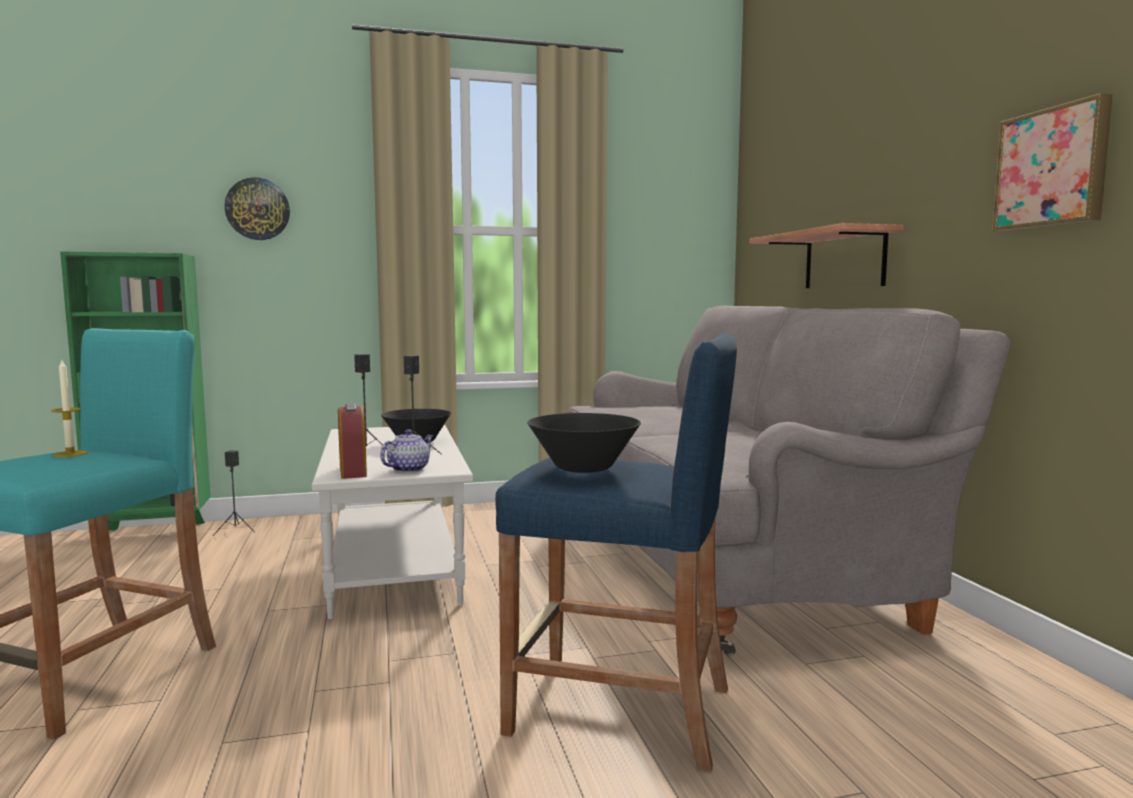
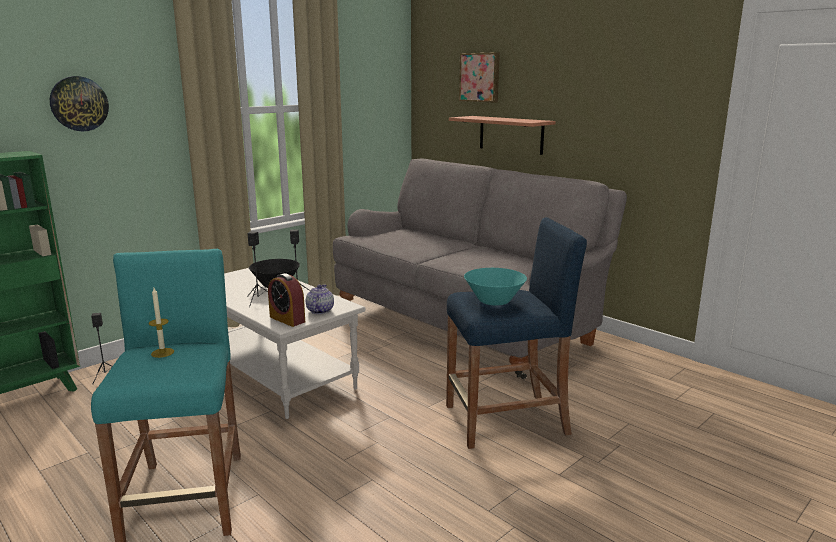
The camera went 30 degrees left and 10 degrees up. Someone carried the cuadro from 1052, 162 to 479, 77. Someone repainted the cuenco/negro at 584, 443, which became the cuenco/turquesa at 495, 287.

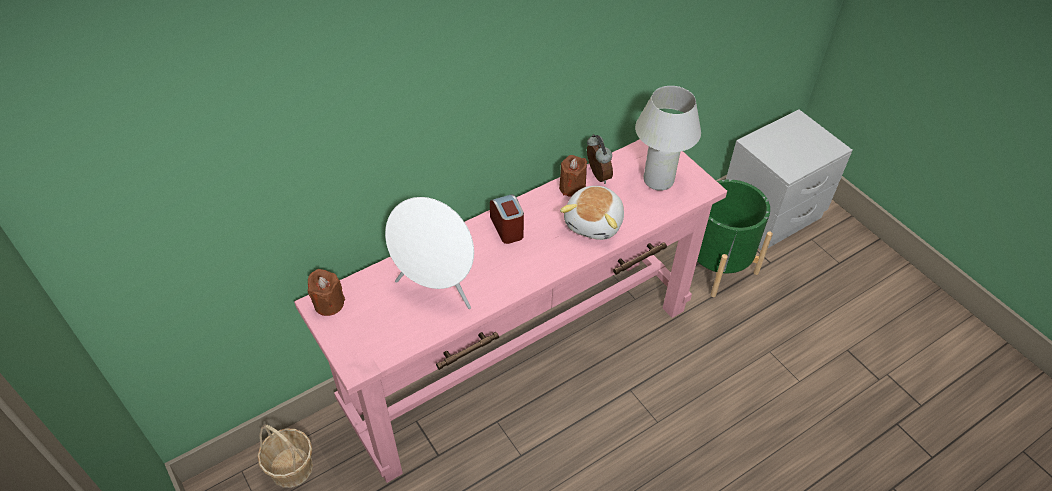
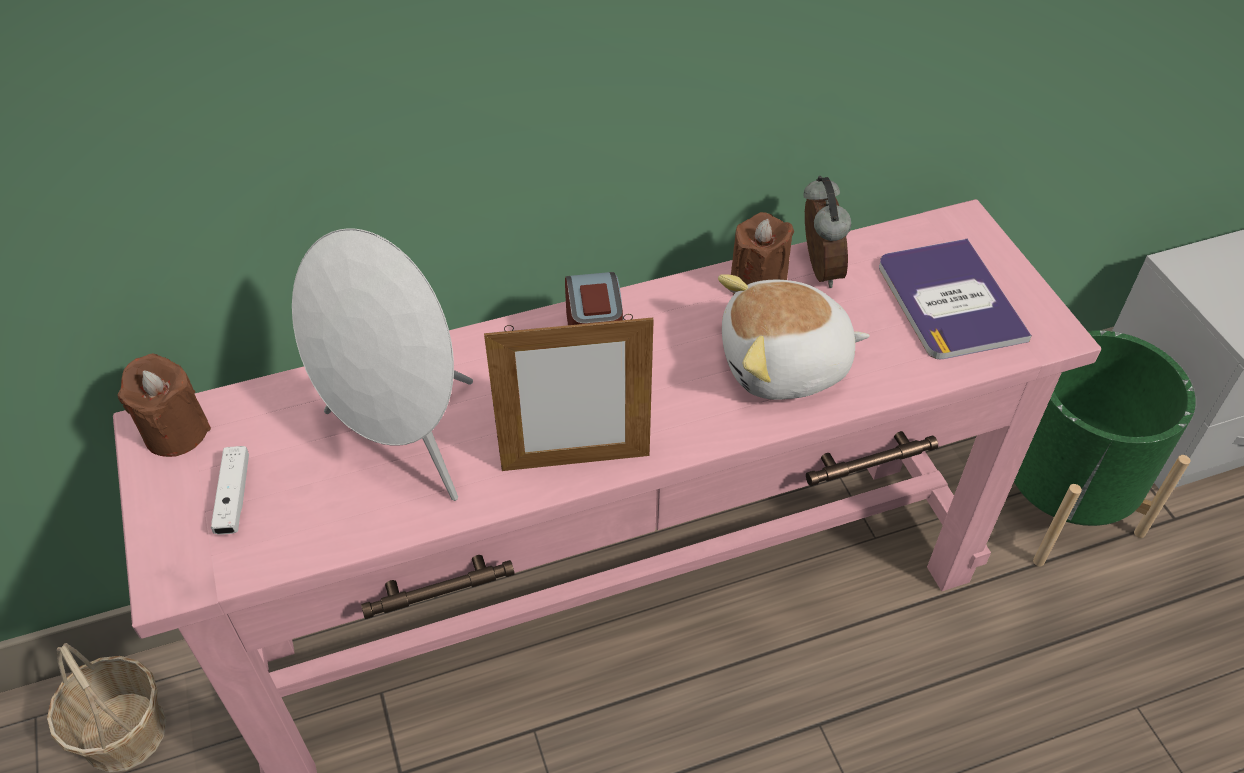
The camera went 15 degrees right and 0 degrees up. Someone swapped the lámpara de mesa/blanco at 668, 138 for the libro at 955, 299. Someone rotated the peluche at 592, 213 by 45 degrees clockwise. Someone put down the portarretratos at 569, 392. Someone put down the mando de consola/blanco at 230, 490.

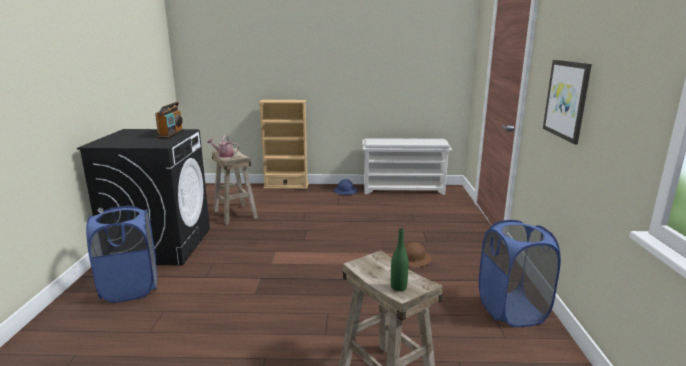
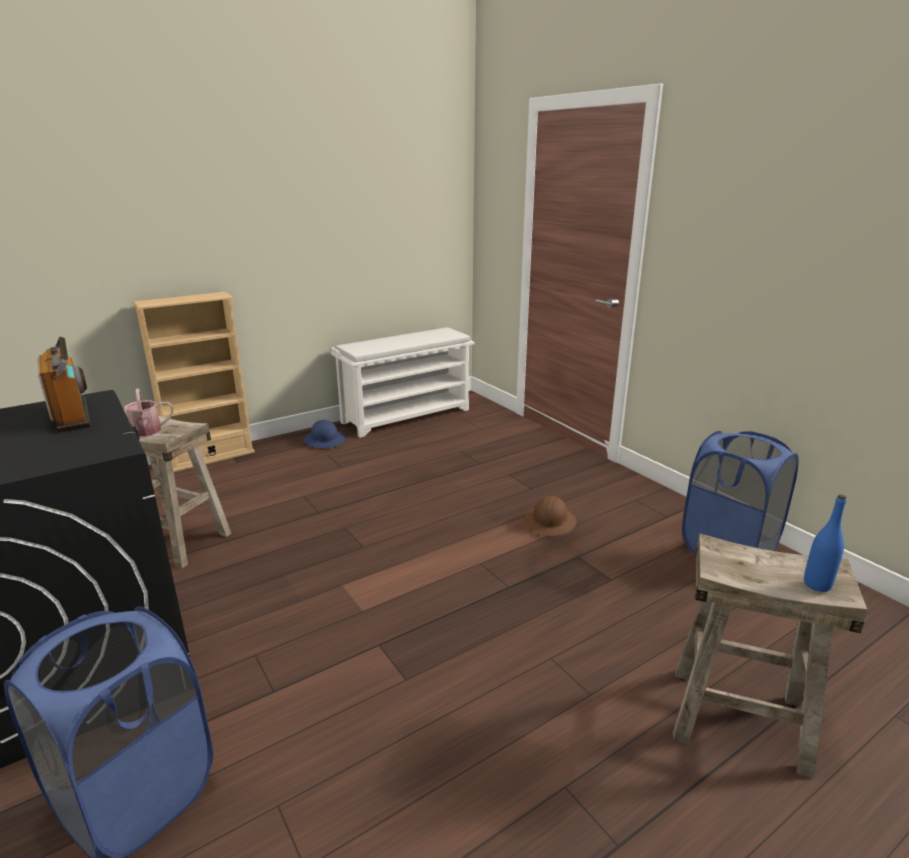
The camera went 35 degrees left and 5 degrees up. Someone took away the cuadro at 567, 102. Someone repainted the botella/verde at 400, 259, which became the botella/azul at 825, 543.

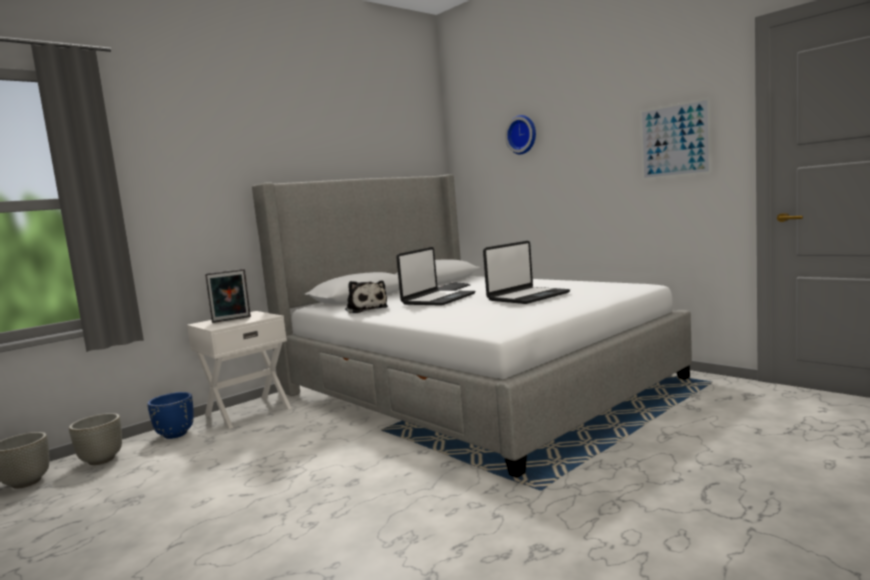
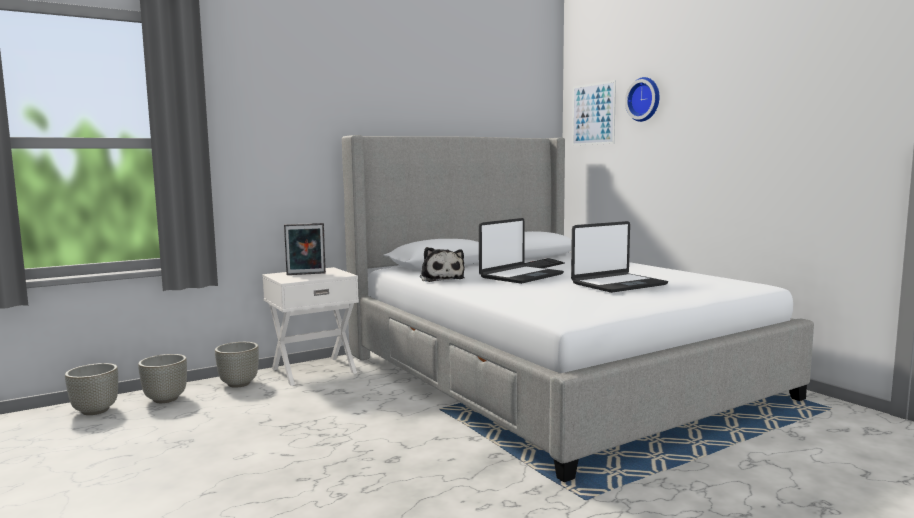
The camera went 10 degrees right and 0 degrees up. Someone carried the cuadro from 676, 138 to 594, 112. Someone repainted the maceta/azul at 170, 415, which became the maceta/gris at 237, 365.

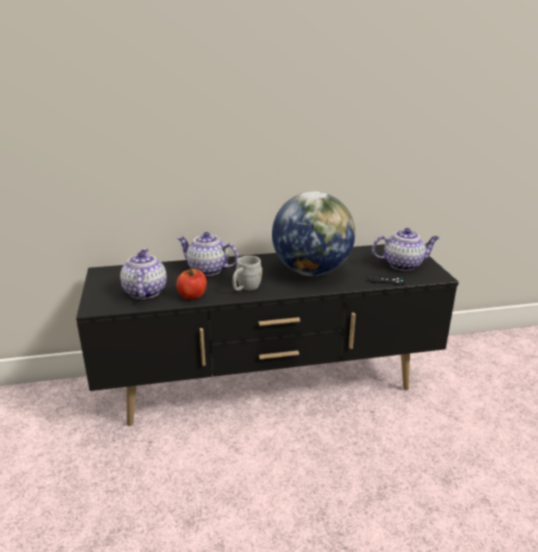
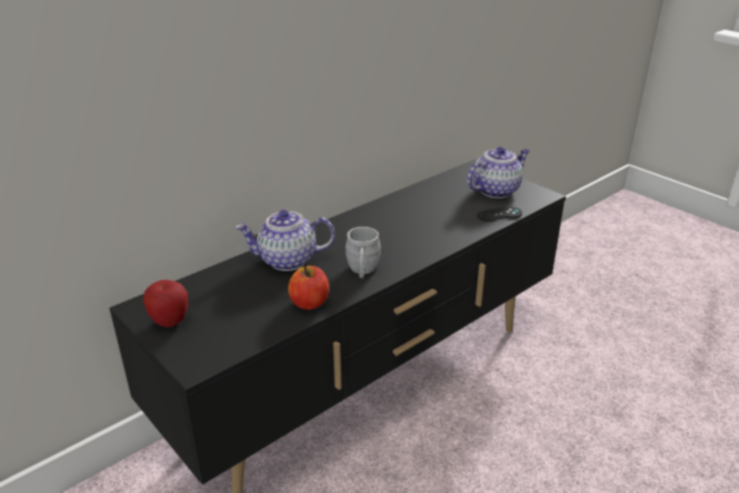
The camera went 30 degrees left and 5 degrees up. Someone took away the globo terráqueo at 313, 234. Someone took away the tetera at 143, 273. Someone put down the manzana at 165, 303.

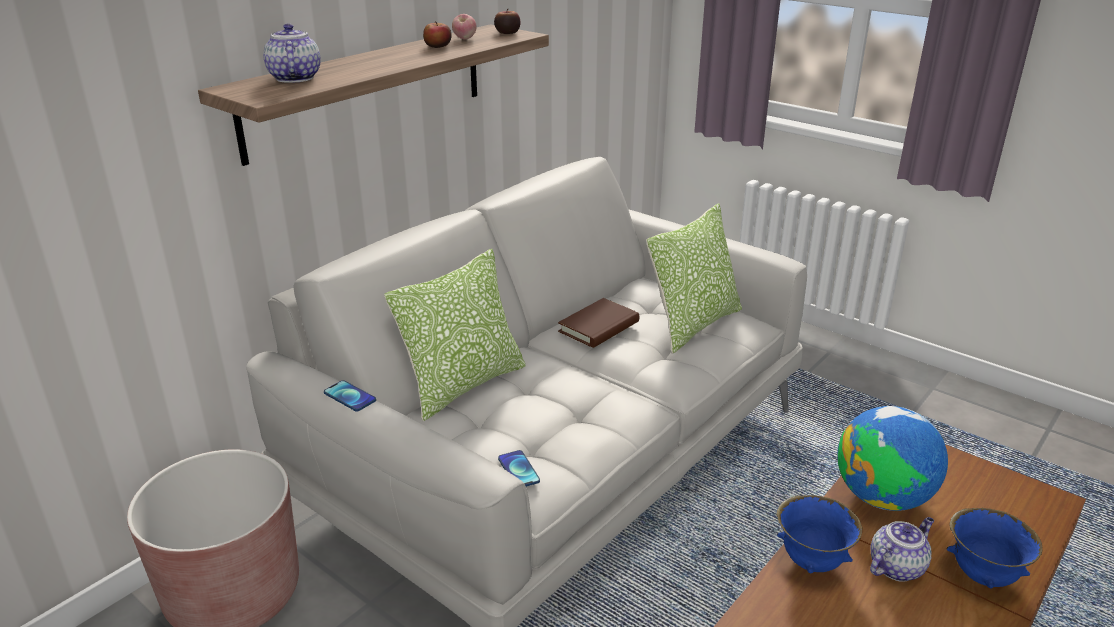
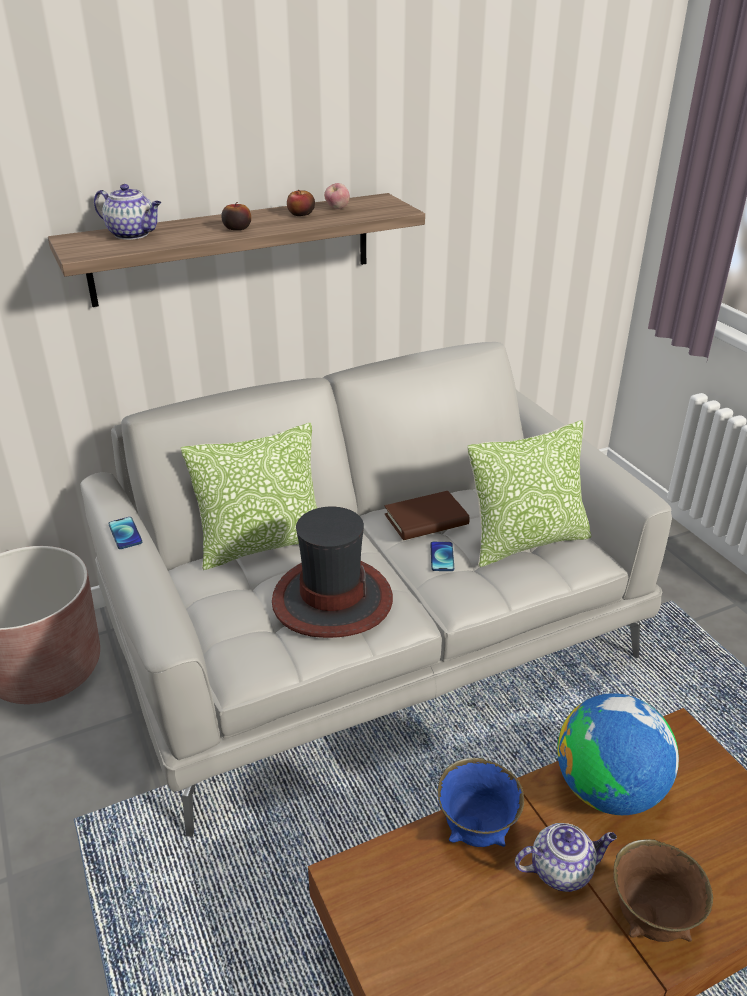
The camera went 25 degrees right and 5 degrees up. Someone carried the manzana from 507, 21 to 236, 216. Someone rotated the tetera at 292, 53 by 105 degrees clockwise. Someone carried the móvil from 519, 468 to 442, 556. Someone repainted the cuenco/azul at 995, 548, which became the cuenco/marrón at 663, 890. Someone put down the sombrero at 332, 572.

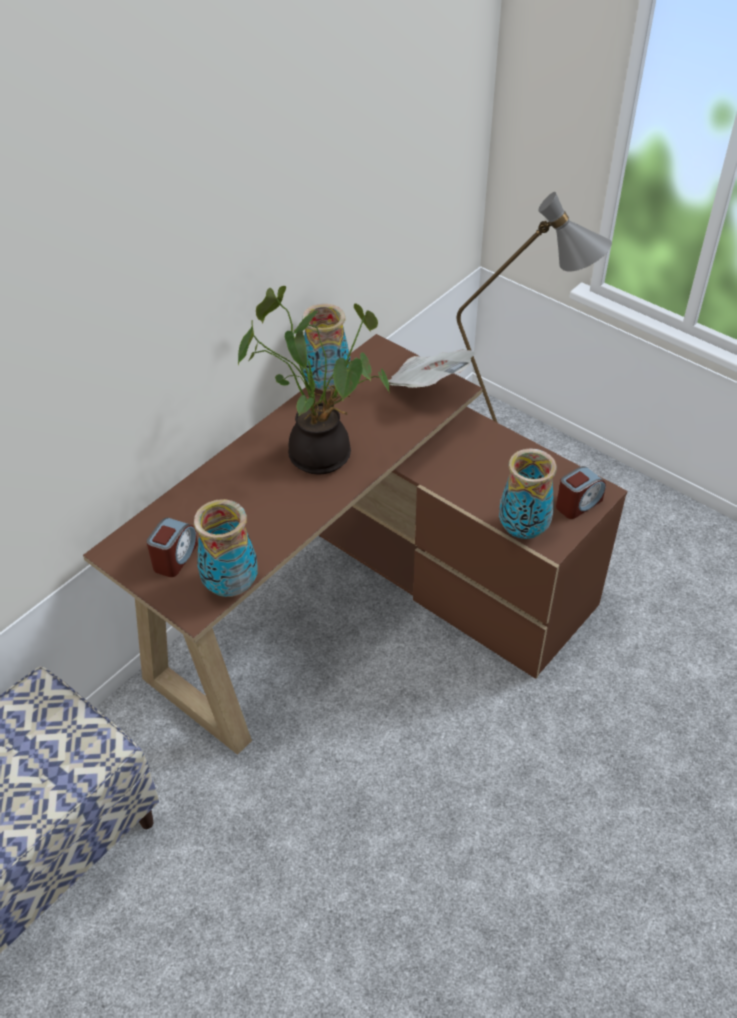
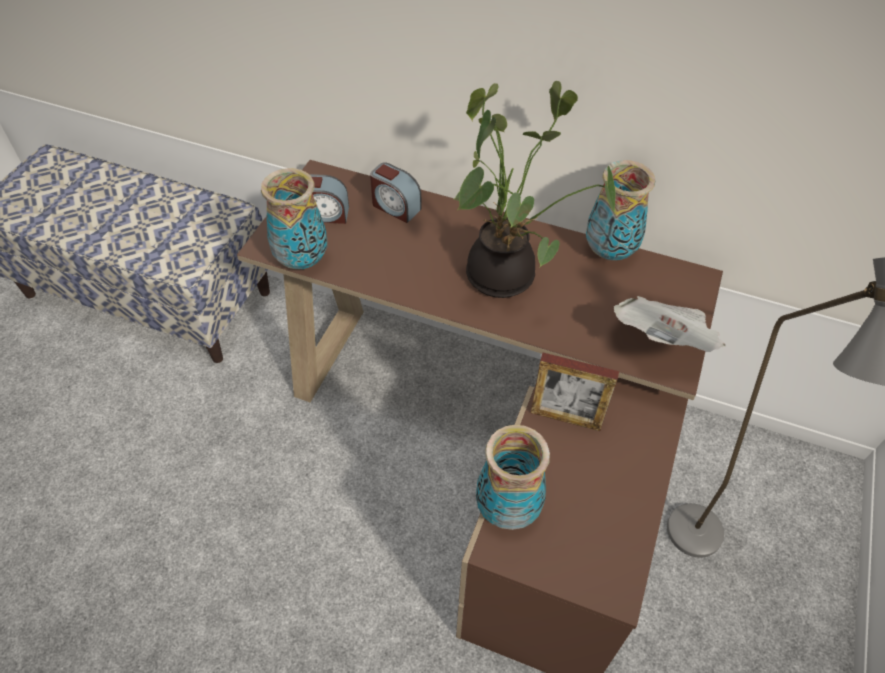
The camera went 70 degrees right and 5 degrees up. Someone carried the despertador from 581, 492 to 396, 192. Someone put down the portarretratos at 575, 392.

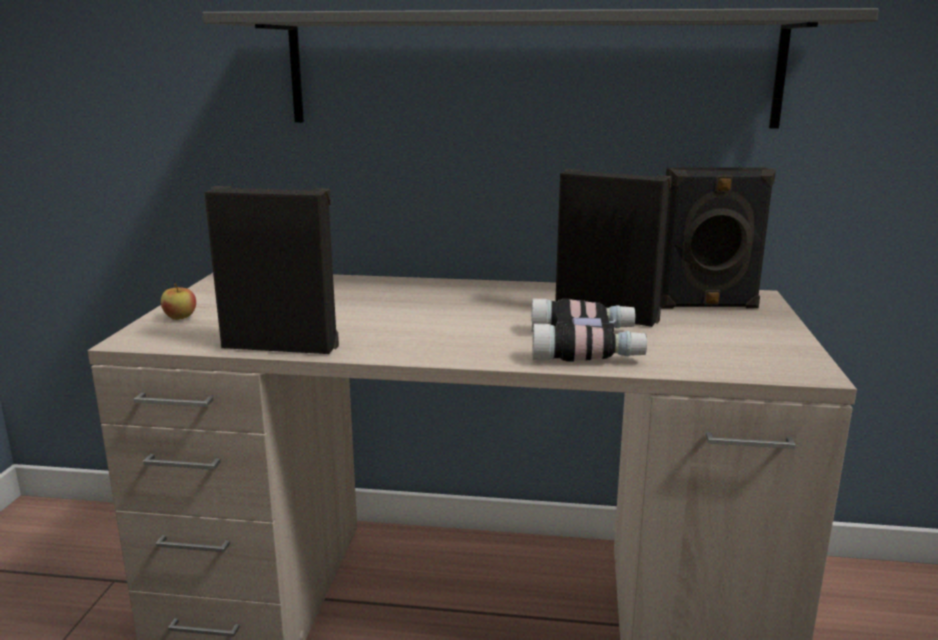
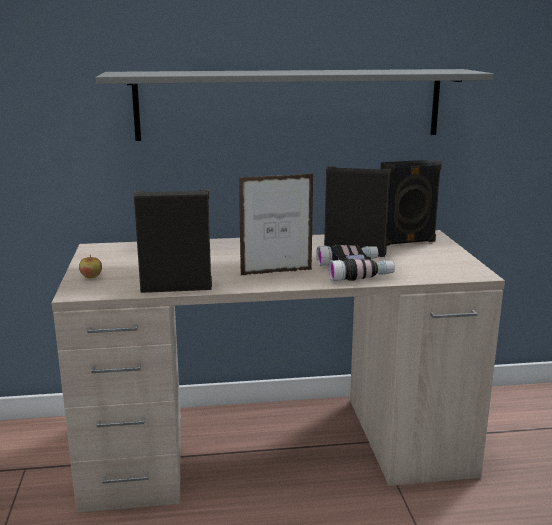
The camera went 15 degrees left and 0 degrees up. Someone put down the portarretratos at 276, 224.

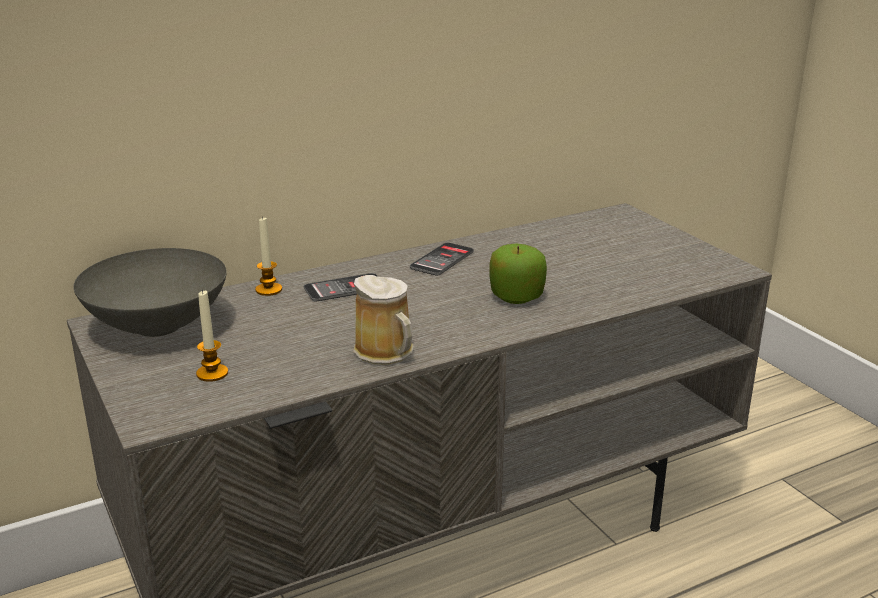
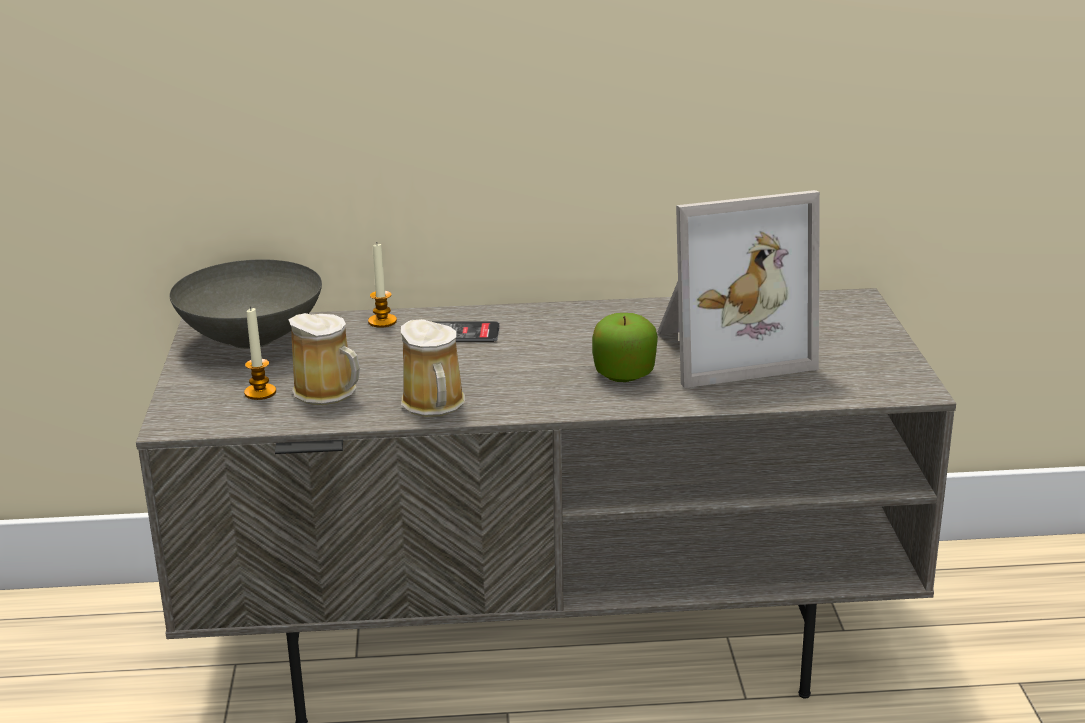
The camera went 25 degrees right and 0 degrees up. Someone took away the móvil at 442, 259. Someone put down the portarretratos at 739, 289. Someone put down the taza grande at 324, 359.

